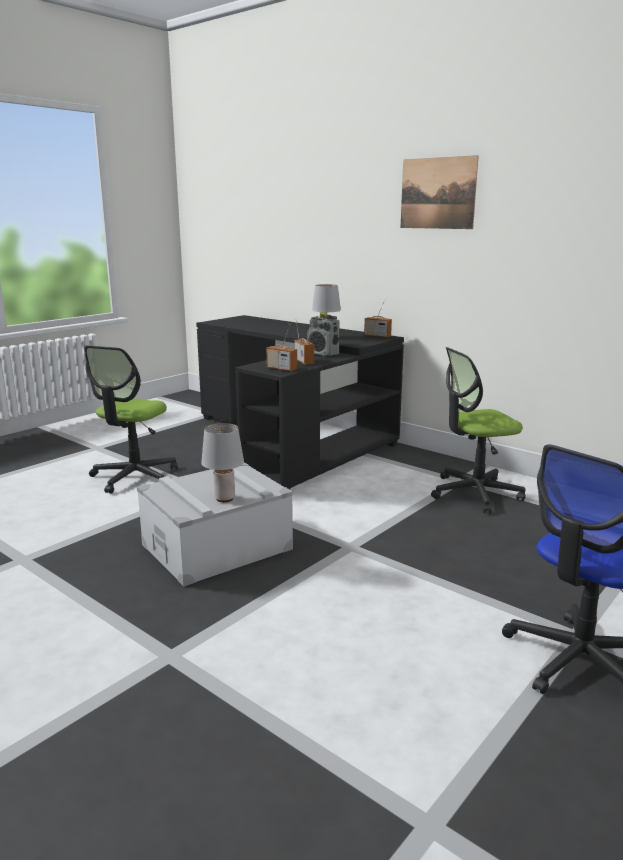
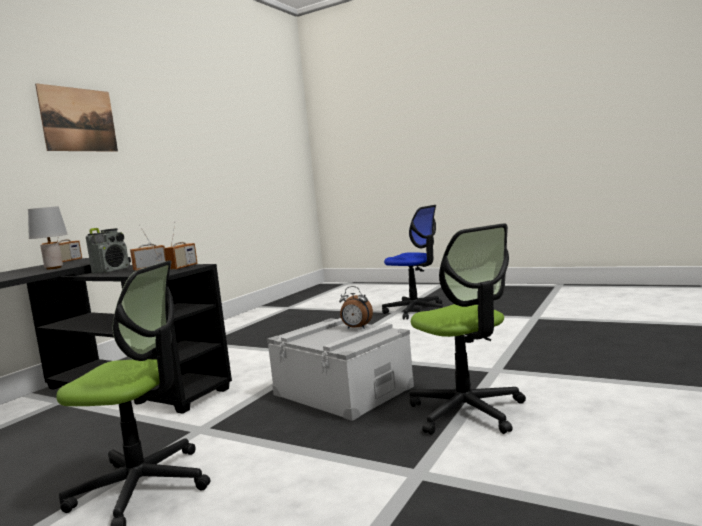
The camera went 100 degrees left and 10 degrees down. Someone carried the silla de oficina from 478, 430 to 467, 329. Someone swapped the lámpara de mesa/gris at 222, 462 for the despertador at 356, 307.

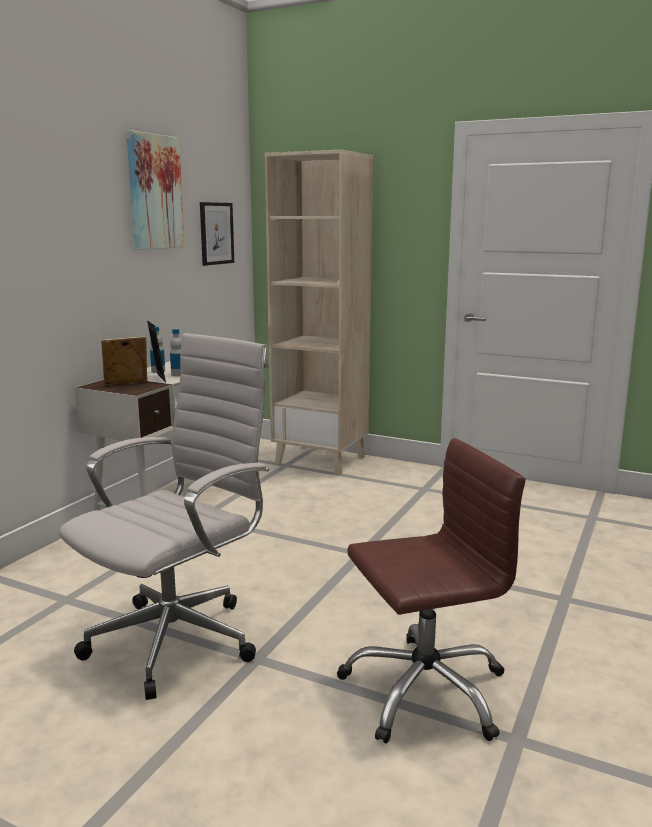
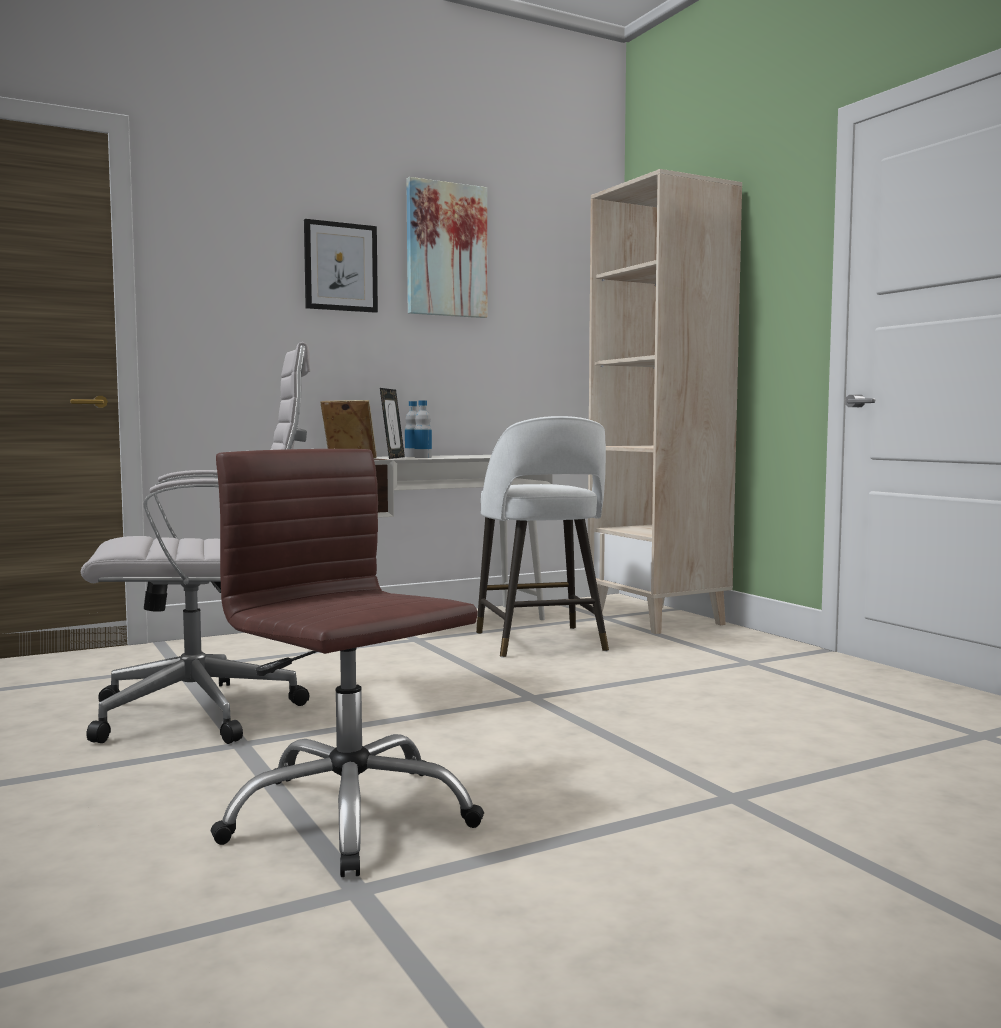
The camera went 35 degrees right and 10 degrees down. Someone carried the cuadro from 217, 234 to 341, 266. Someone rotated the silla de oficina/marrón at 431, 591 by 150 degrees counterclockwise. Someone put down the taburete/blanco at 542, 537.

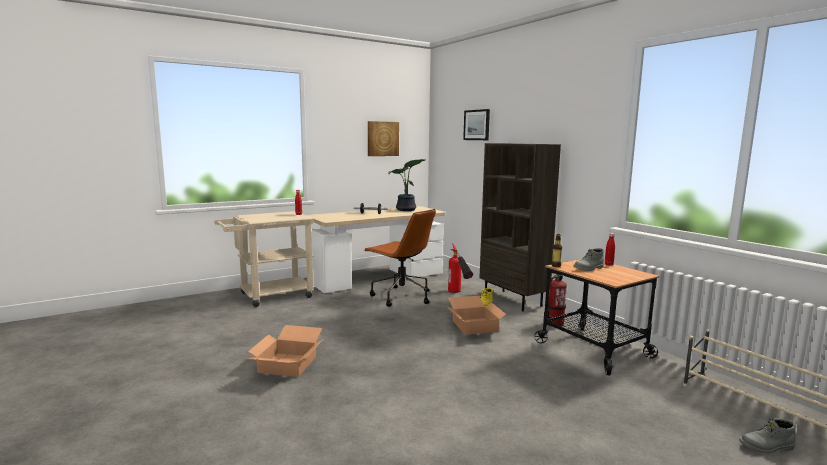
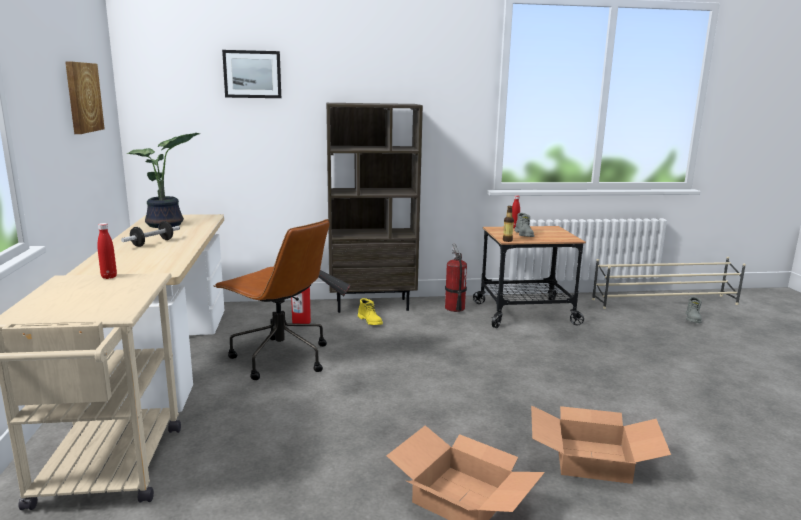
The camera went 65 degrees left and 5 degrees up. Someone rotated the silla de oficina/marrón at 400, 258 by 60 degrees clockwise. Someone carried the caja de cartón from 477, 315 to 601, 444.

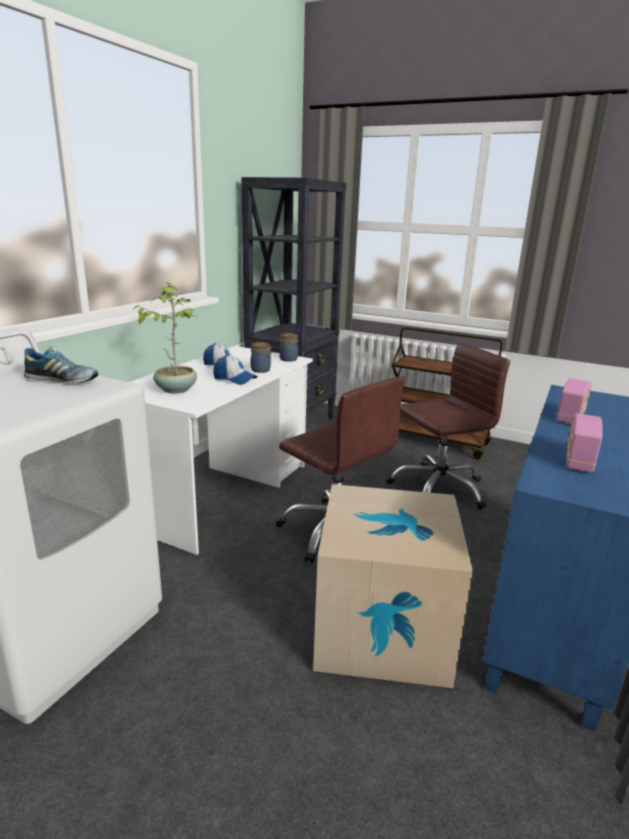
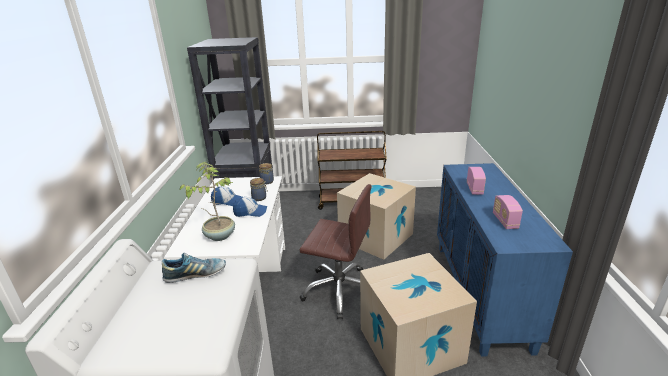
The camera went 25 degrees left and 5 degrees up. Someone swapped the silla de oficina/marrón at 448, 426 for the caja de cartón at 376, 216.

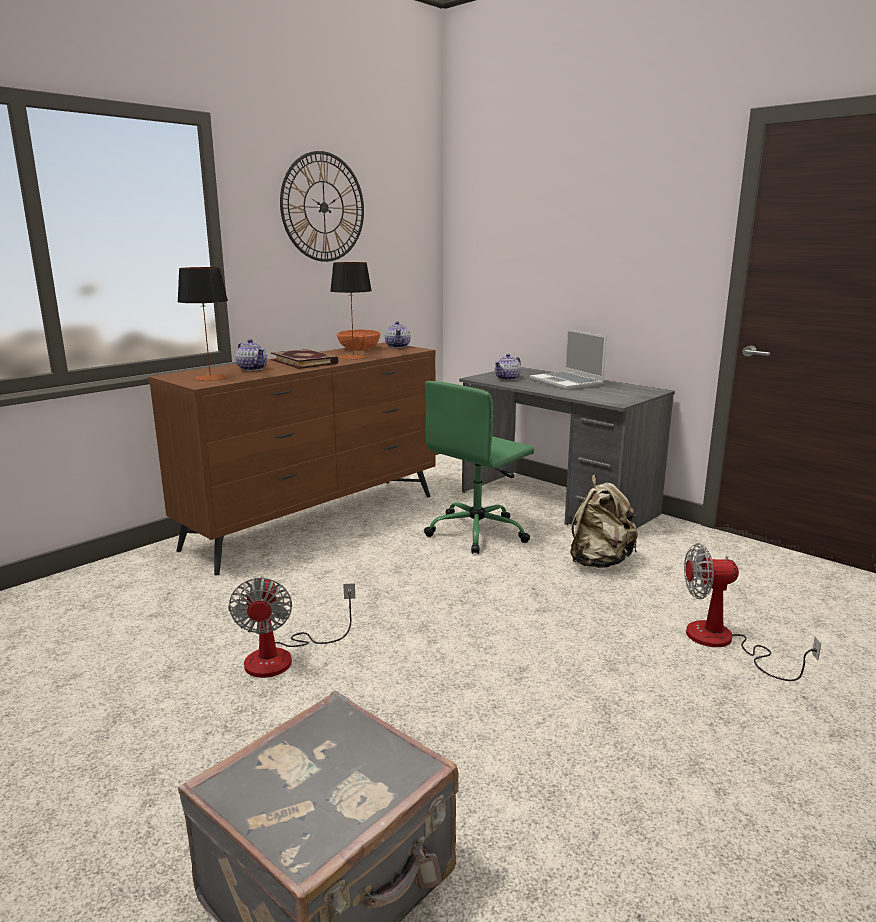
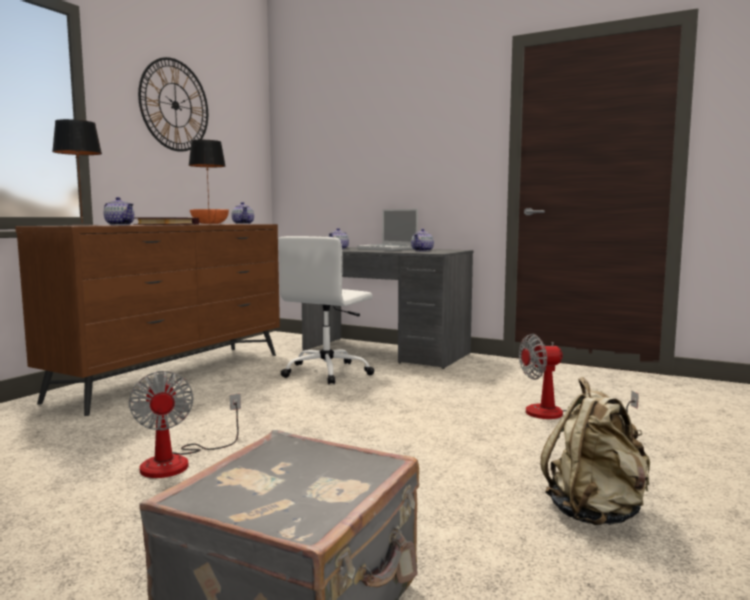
The camera went 15 degrees left and 10 degrees down. Someone repainted the silla de oficina/verde at 479, 467, which became the silla de oficina/blanco at 326, 310. Someone carried the mochila/beis from 604, 521 to 595, 451. Someone put down the tetera at 422, 240.

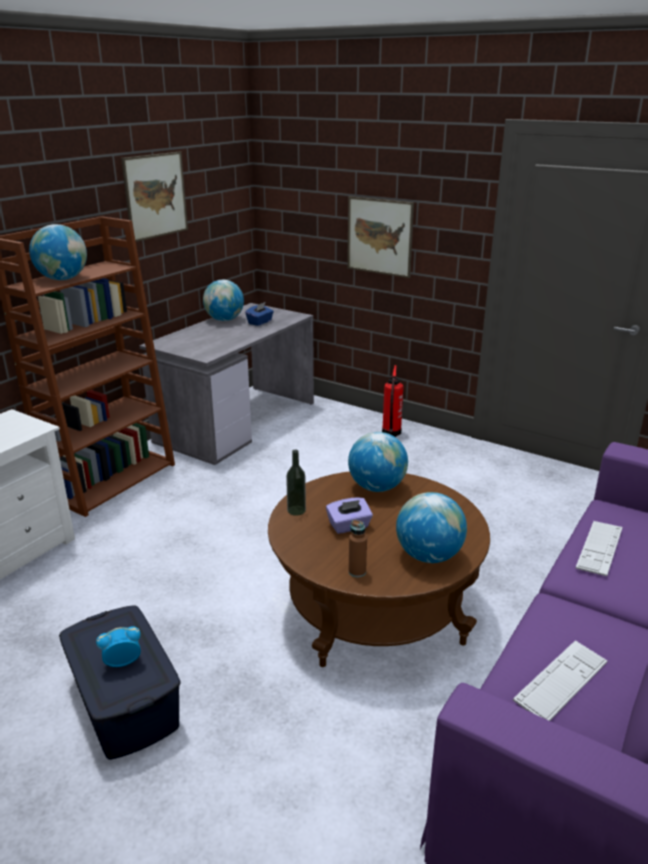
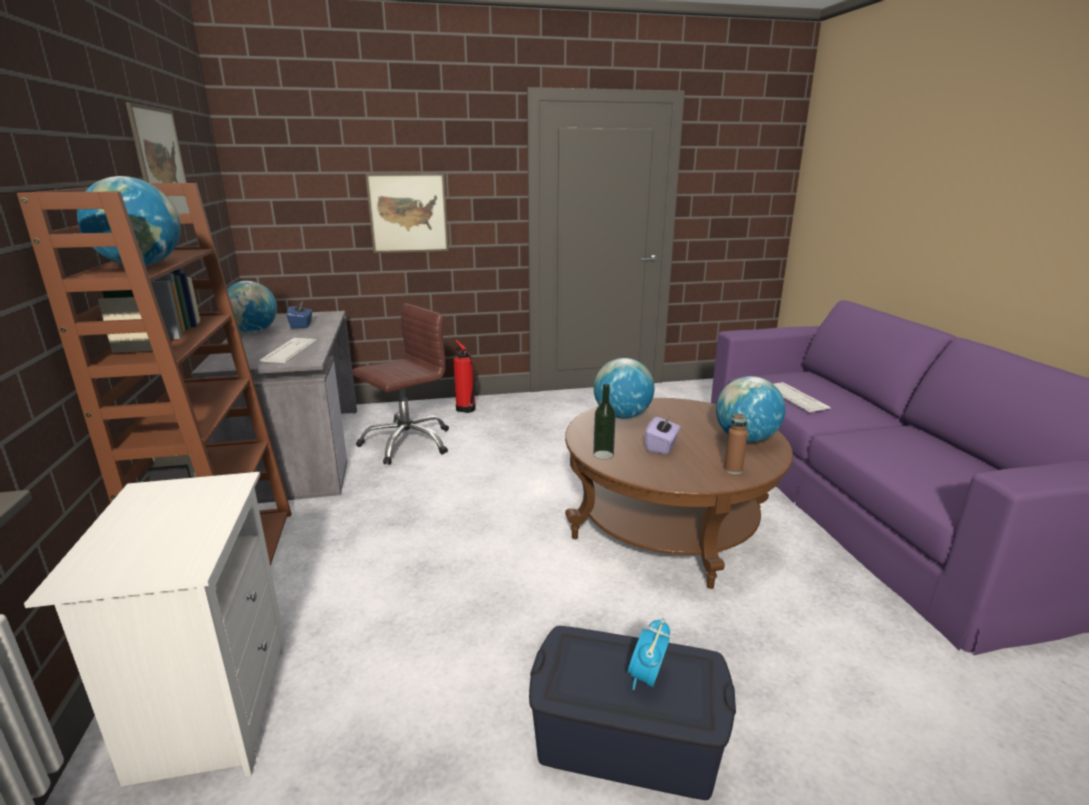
The camera went 45 degrees left and 5 degrees down. Someone carried the teclado from 560, 680 to 288, 350. Someone put down the silla de oficina/marrón at 400, 384.

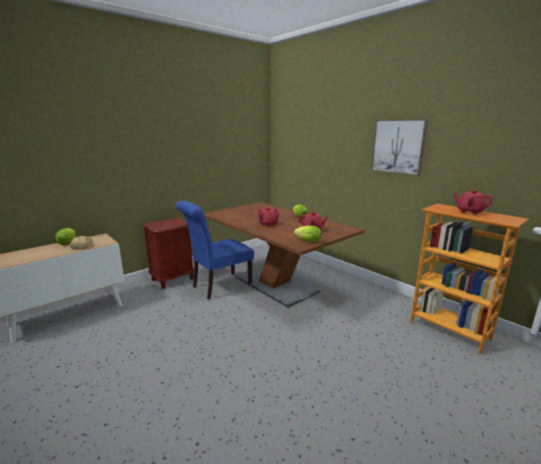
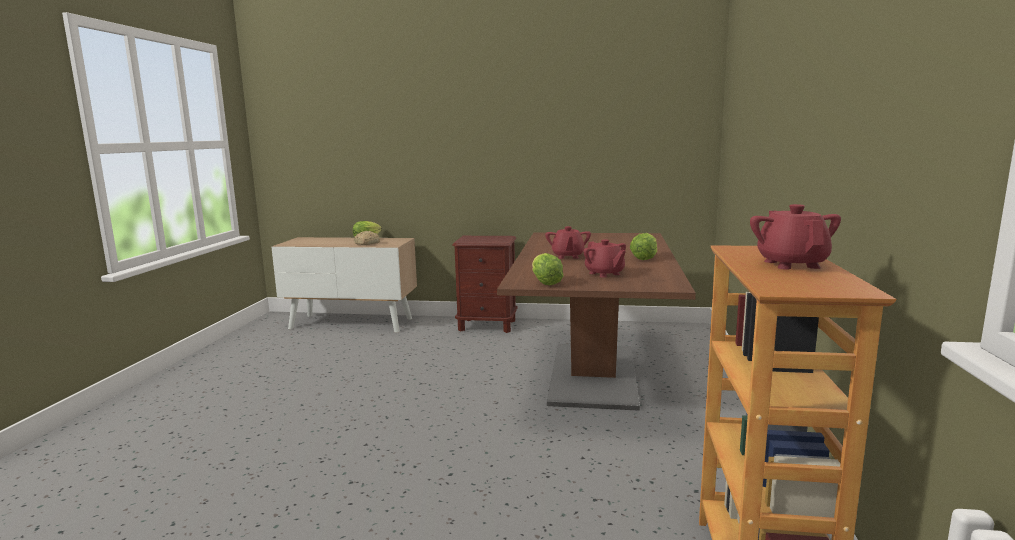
The camera went 50 degrees right and 5 degrees down. Someone took away the cuadro at 399, 147. Someone took away the silla/azul at 215, 250.

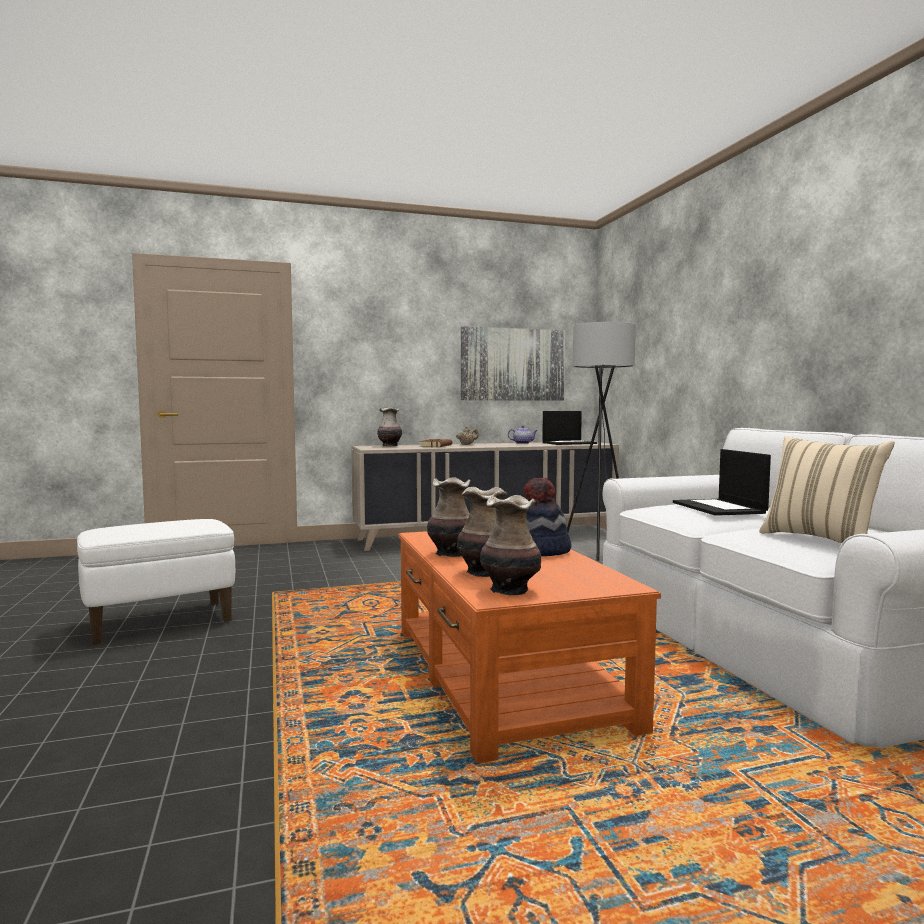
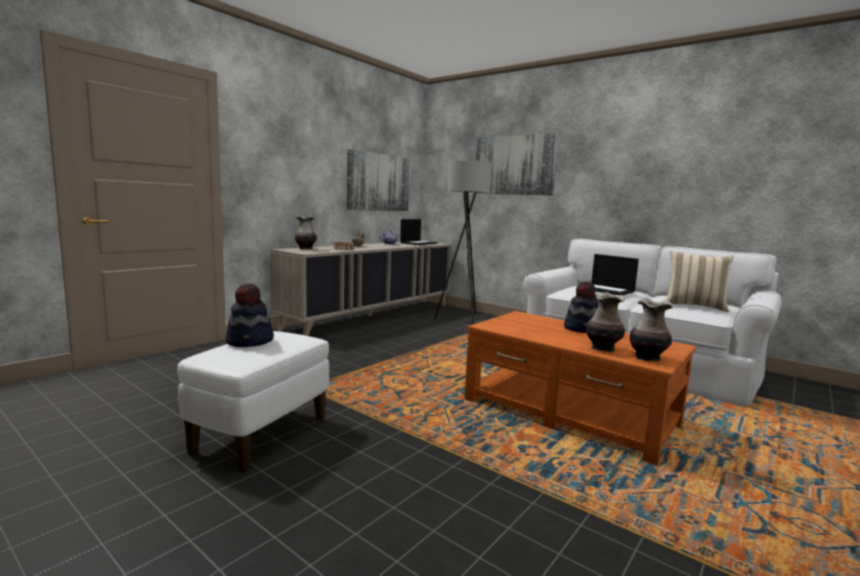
The camera went 35 degrees left and 5 degrees up. Someone took away the florero at 449, 517. Someone put up the cuadro at 517, 164. Someone put down the sombrero at 250, 315.

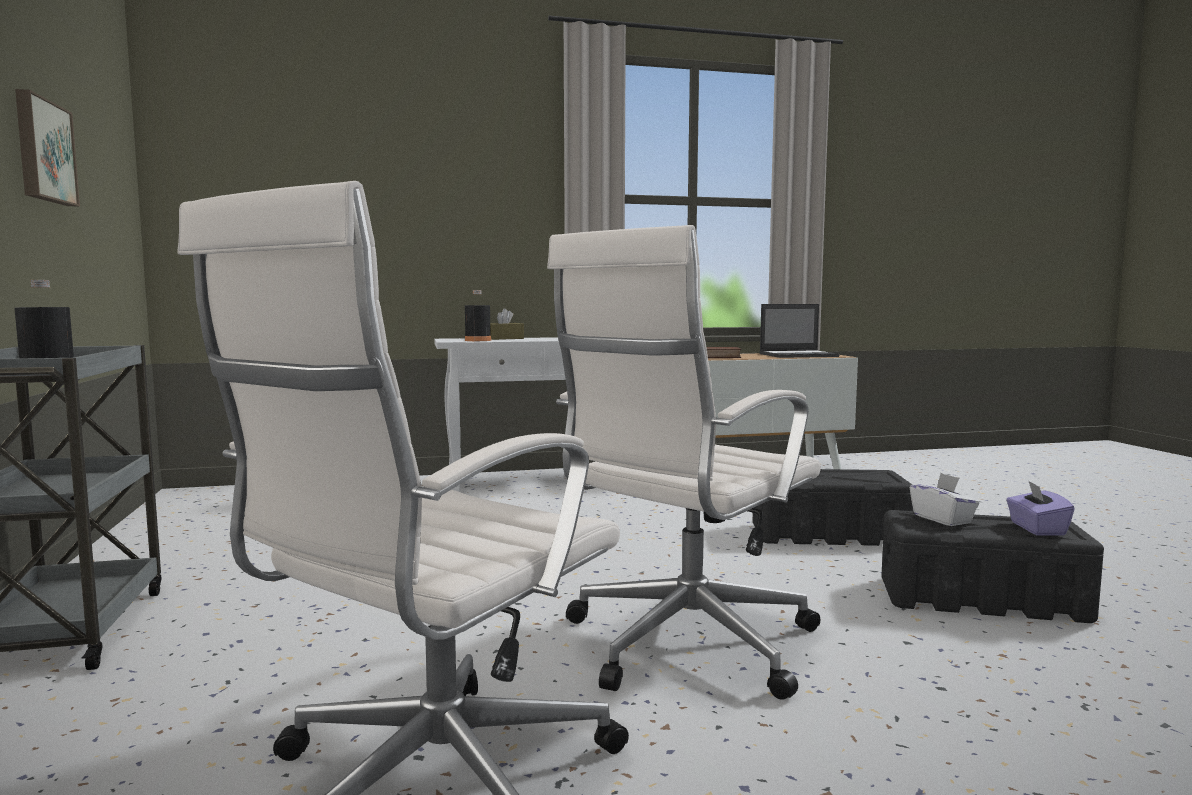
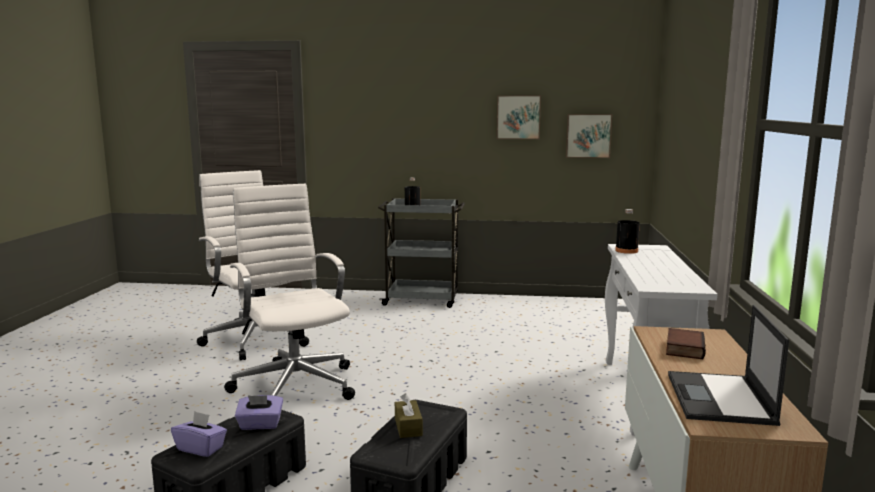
The camera went 110 degrees right and 5 degrees up. Someone carried the caja de pañuelos/marrón from 507, 324 to 409, 415. Someone repainted the caja de pañuelos/blanco at 944, 499, which became the caja de pañuelos/morado at 259, 412. Someone put up the cuadro at 589, 136.

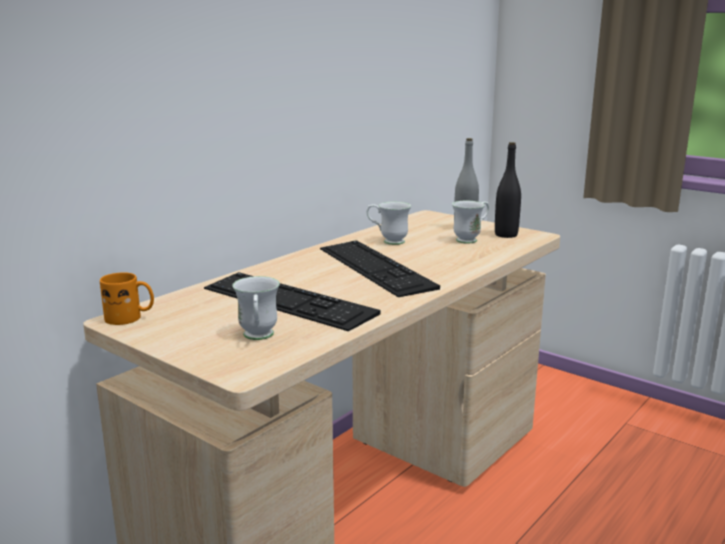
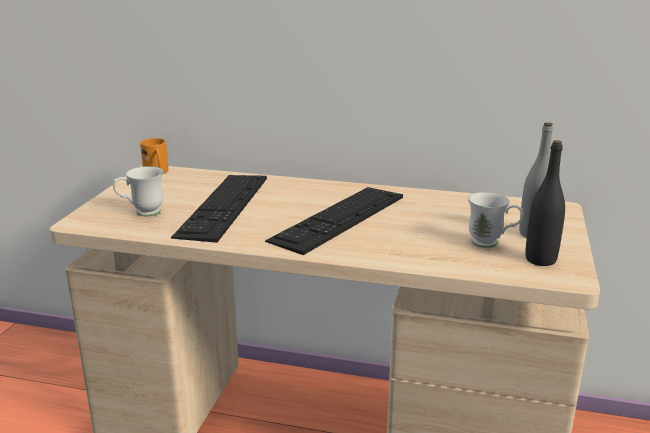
The camera went 65 degrees right and 5 degrees up. Someone took away the taza grande/blanco at 389, 223.

